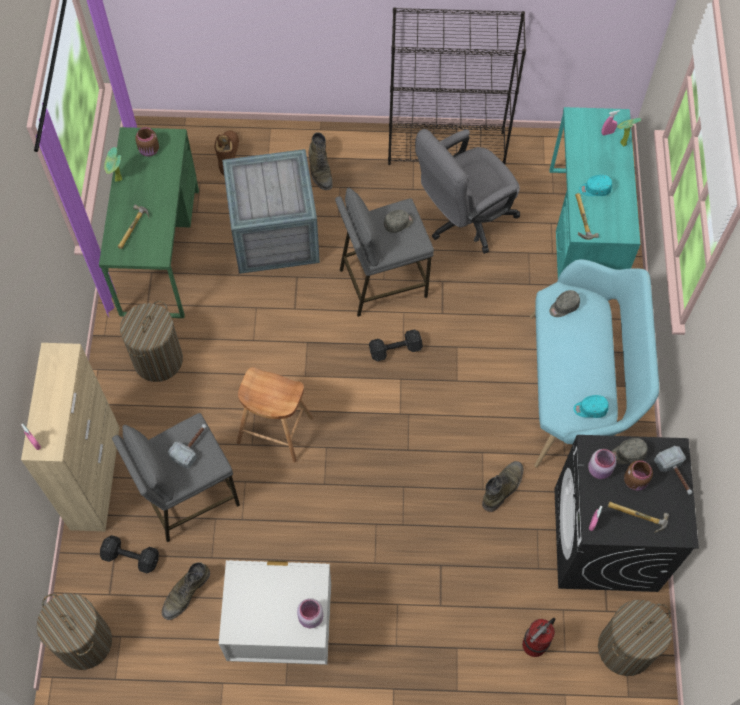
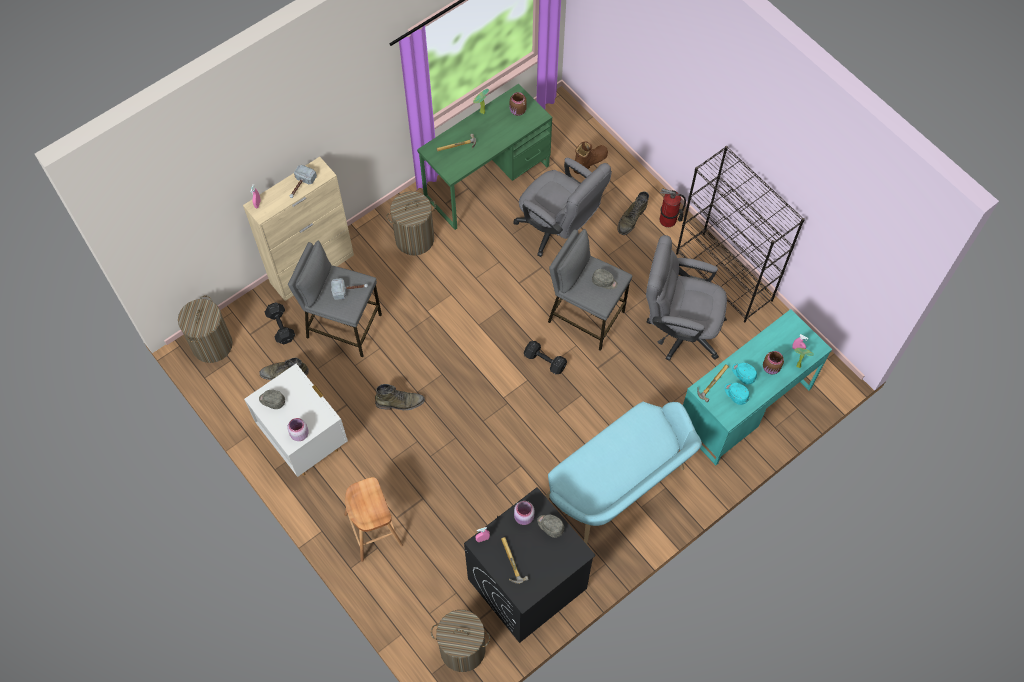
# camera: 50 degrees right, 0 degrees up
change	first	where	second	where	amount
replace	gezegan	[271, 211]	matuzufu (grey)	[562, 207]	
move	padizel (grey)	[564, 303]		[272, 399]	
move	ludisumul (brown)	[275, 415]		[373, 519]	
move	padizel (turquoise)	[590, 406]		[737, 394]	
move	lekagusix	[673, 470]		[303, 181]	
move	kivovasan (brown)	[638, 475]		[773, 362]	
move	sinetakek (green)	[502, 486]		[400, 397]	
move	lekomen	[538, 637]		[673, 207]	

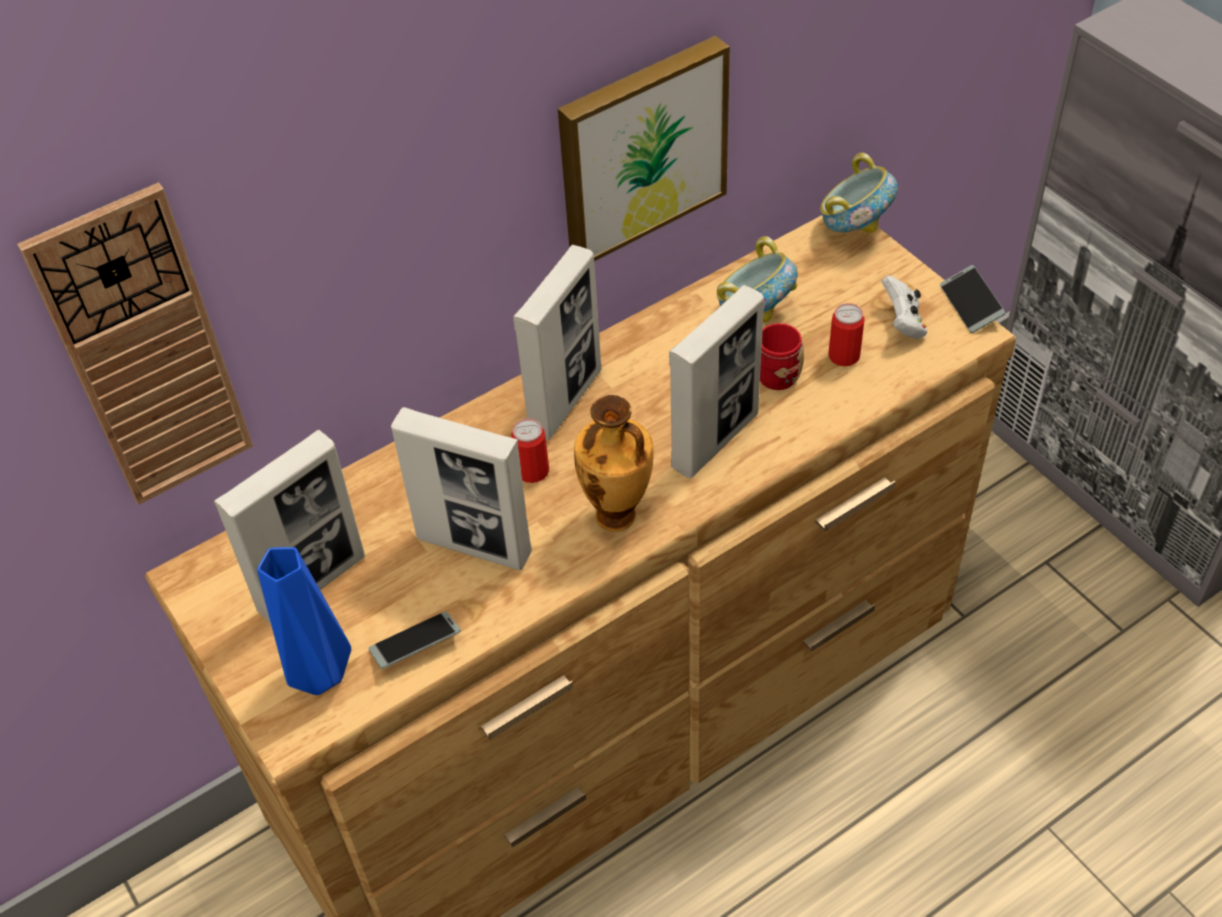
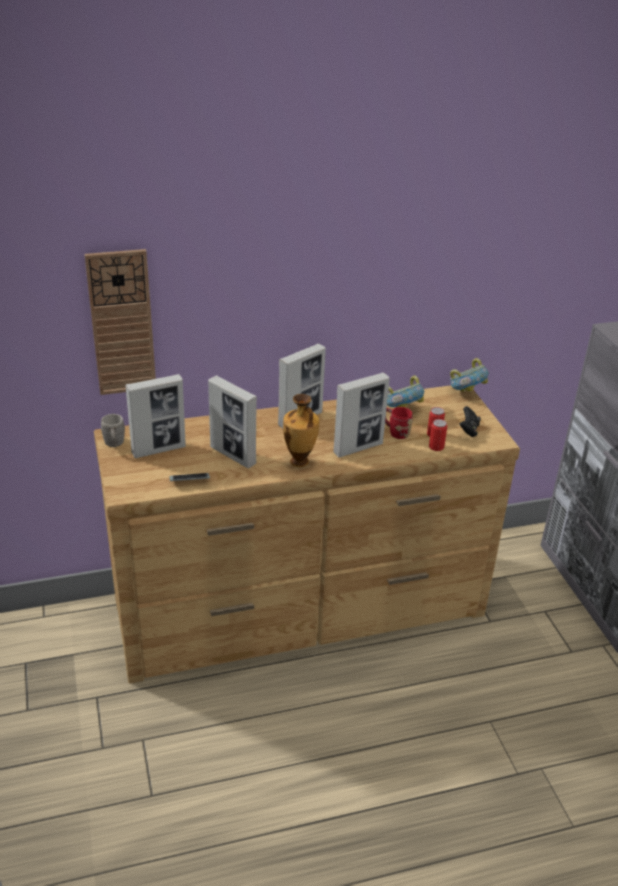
# camera: 15 degrees right, 15 degrees down
change	first	where	second	where	amount
delete	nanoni	[644, 148]			
delete	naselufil	[972, 299]			
recolor	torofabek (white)	[904, 307]	torofabek (black)	[470, 421]	
move	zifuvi	[530, 450]		[438, 435]	
delete	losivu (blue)	[304, 621]			
insert			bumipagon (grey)	[113, 430]	

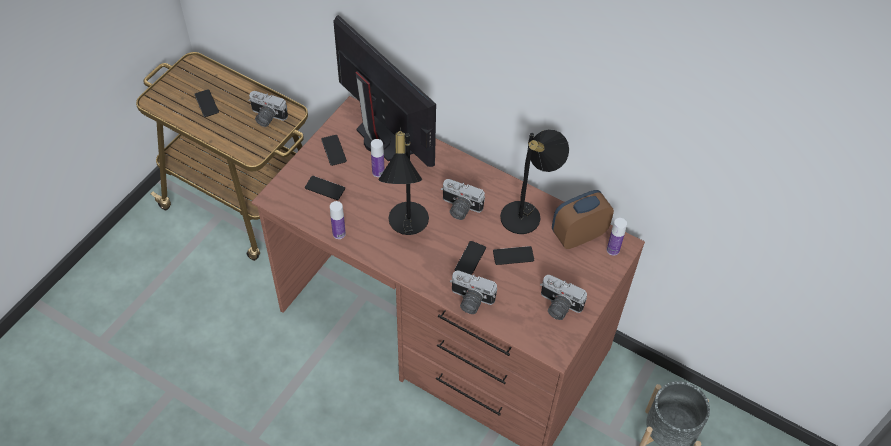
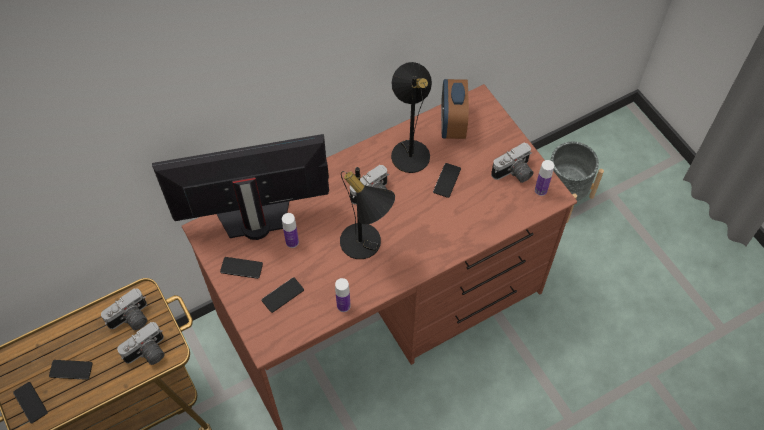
# camera: 60 degrees left, 5 degrees up
change	first	where	second	where	amount
move	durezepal	[617, 237]		[544, 178]	
move	naselufil	[470, 258]		[30, 402]	
move	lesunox	[473, 292]		[141, 343]	

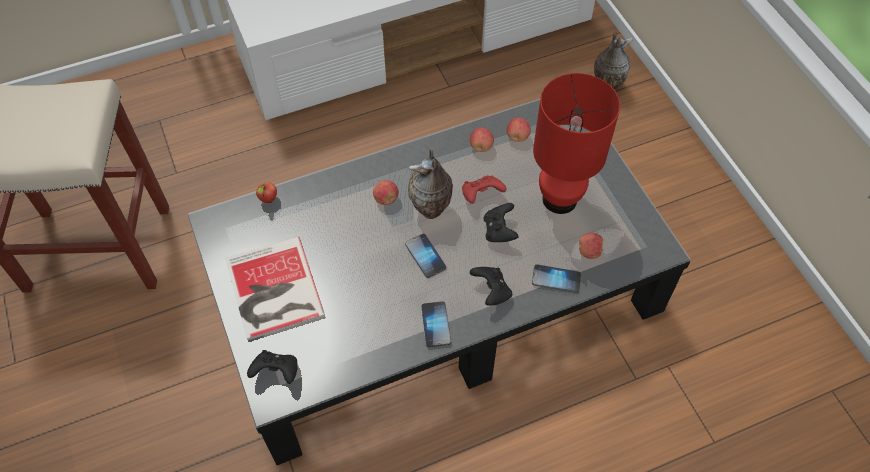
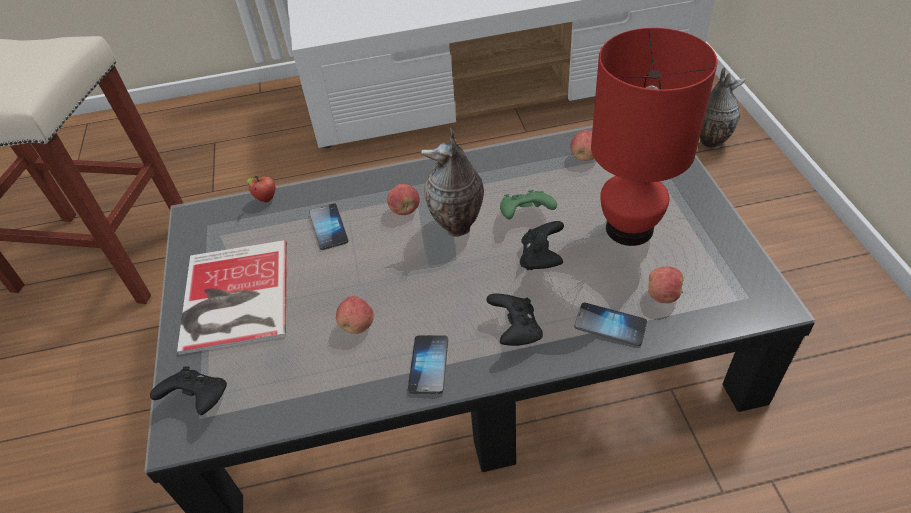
# camera: 15 degrees right, 10 degrees down
change	first	where	second	where	amount
move	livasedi	[482, 139]		[355, 315]	
recolor	torofabek (red)	[484, 189]	torofabek (green)	[528, 204]	
move	naselufil	[425, 256]		[329, 226]	

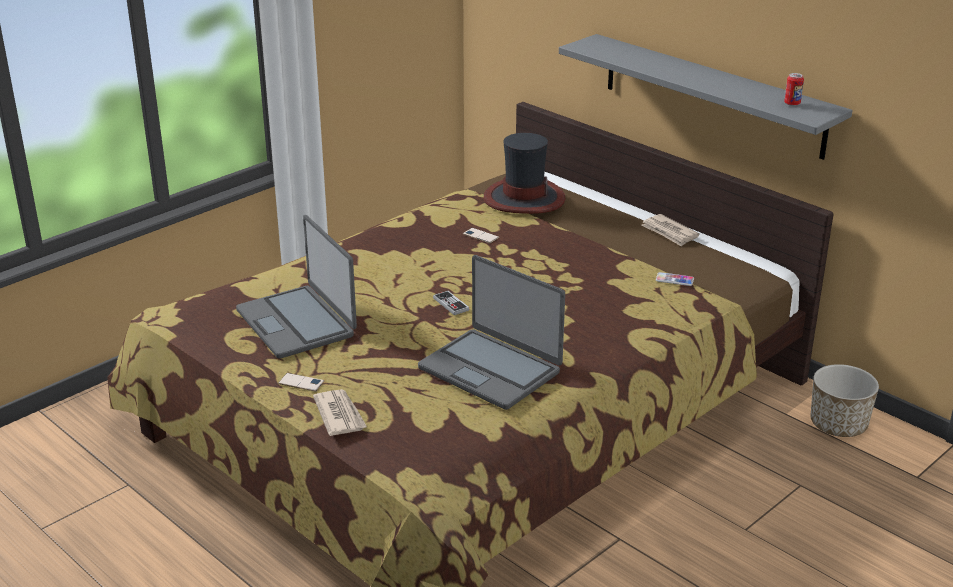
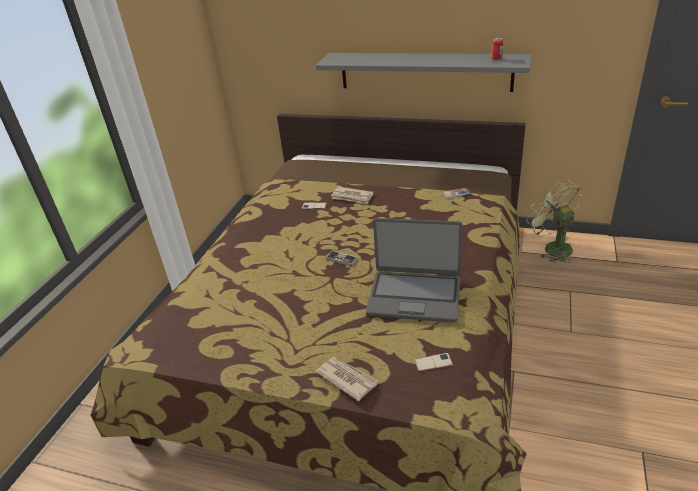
# camera: 25 degrees left, 5 degrees up
change	first	where	second	where	amount
delete	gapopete	[524, 173]			
move	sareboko	[670, 230]		[352, 196]	
delete	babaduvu	[296, 287]			
replace	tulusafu	[845, 400]	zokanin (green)	[554, 222]	
move	naselufil	[301, 382]		[433, 362]	

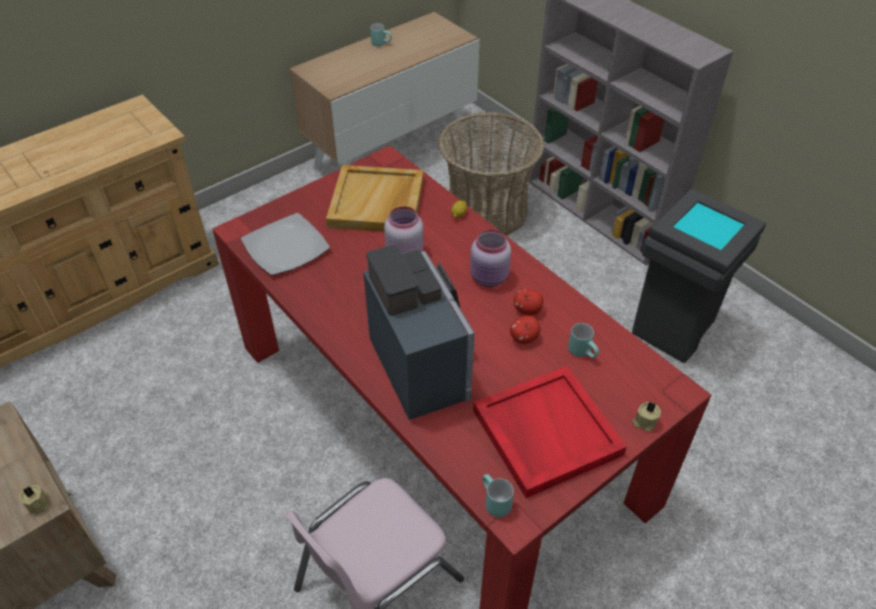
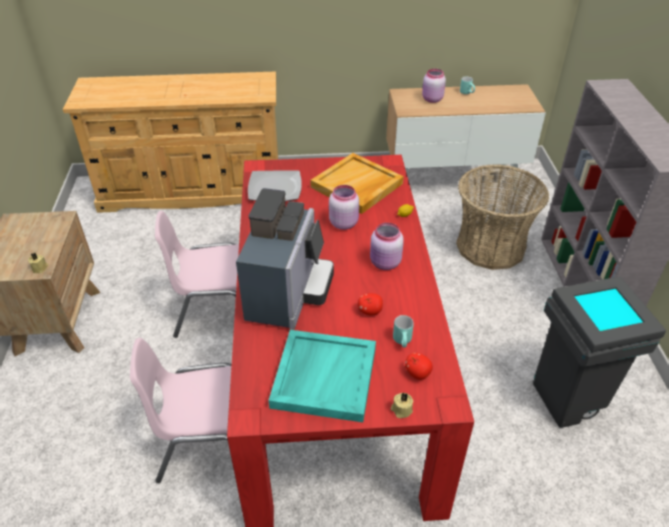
# camera: 35 degrees right, 5 degrees down
change	first	where	second	where	amount
move	livasedi	[528, 302]		[419, 366]	
recolor	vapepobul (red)	[550, 432]	vapepobul (turquoise)	[322, 376]	
delete	bumipagon (turquoise)	[498, 495]			
insert			kivovasan (pink)	[434, 86]	
insert			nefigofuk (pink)	[197, 274]	

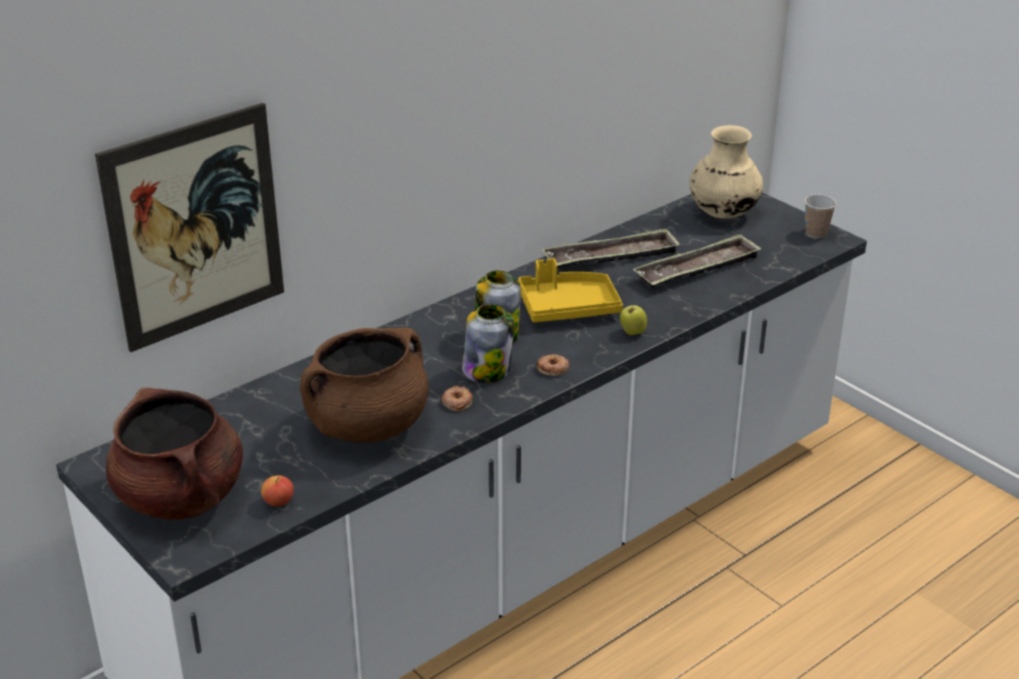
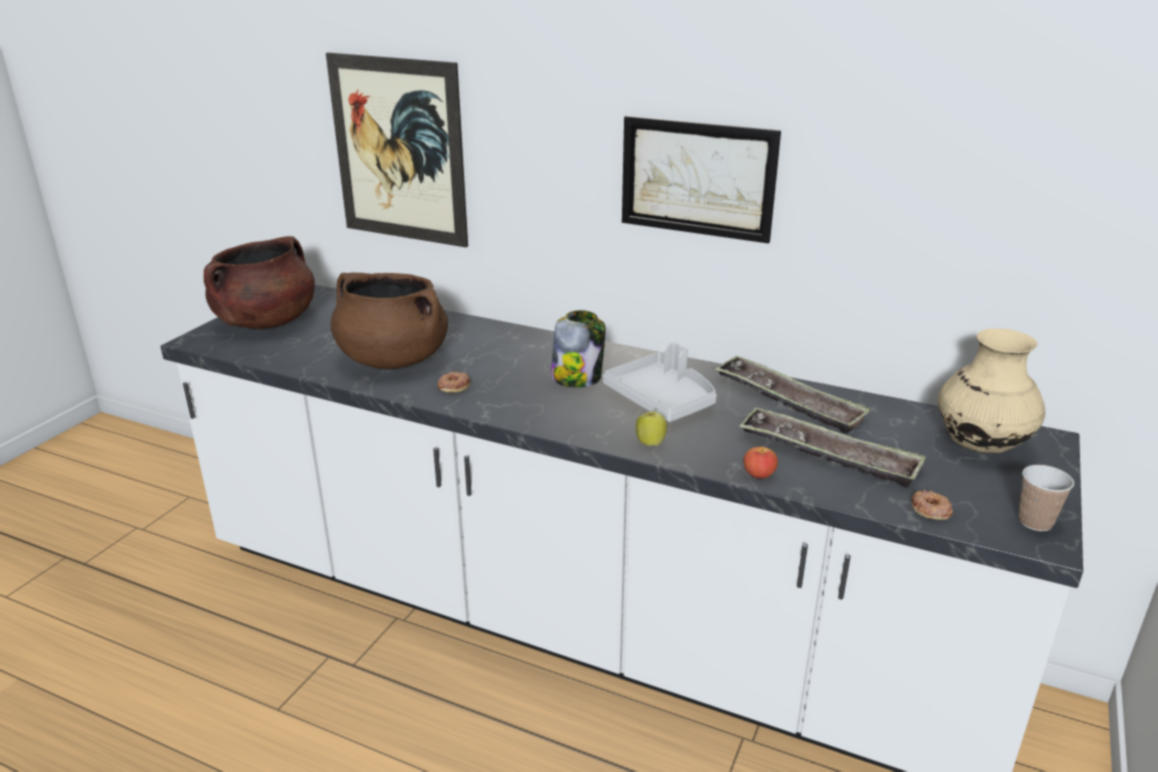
# camera: 65 degrees right, 5 degrees down
change	first	where	second	where	amount
recolor	vapepobul (yellow)	[570, 290]	vapepobul (grey)	[660, 382]	
delete	kivovasan	[488, 343]			
move	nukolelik	[553, 365]		[932, 505]	
move	livasedi	[277, 491]		[761, 463]	
insert			nanoni	[701, 179]	

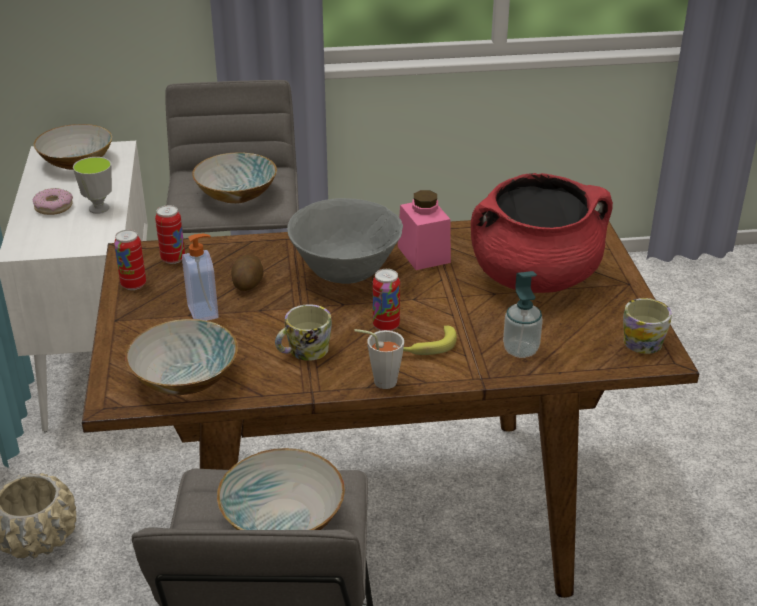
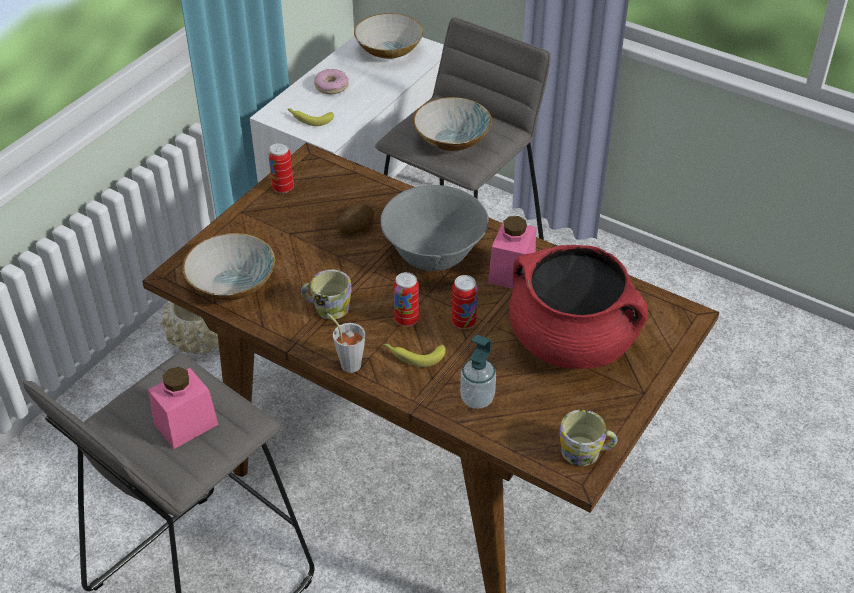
# camera: 40 degrees right, 10 degrees up
change	first	where	second	where	amount
delete	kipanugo	[92, 185]			
move	zifuvi	[170, 234]		[465, 302]	
delete	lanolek	[200, 277]			
replace	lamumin	[281, 489]	kivovasan (pink)	[183, 408]	
insert			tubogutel	[311, 117]	

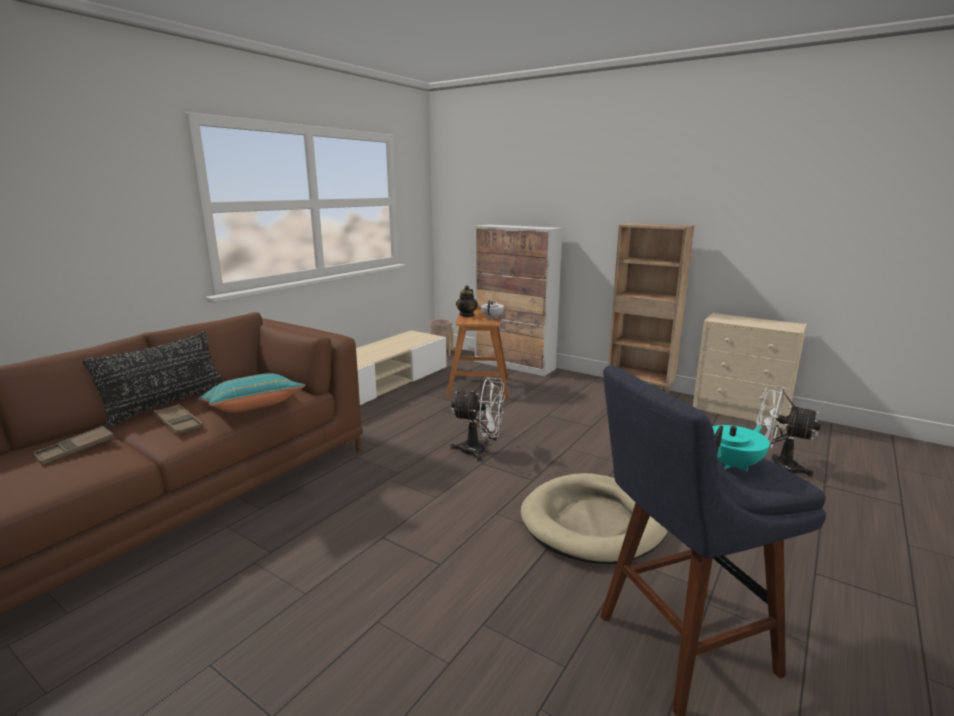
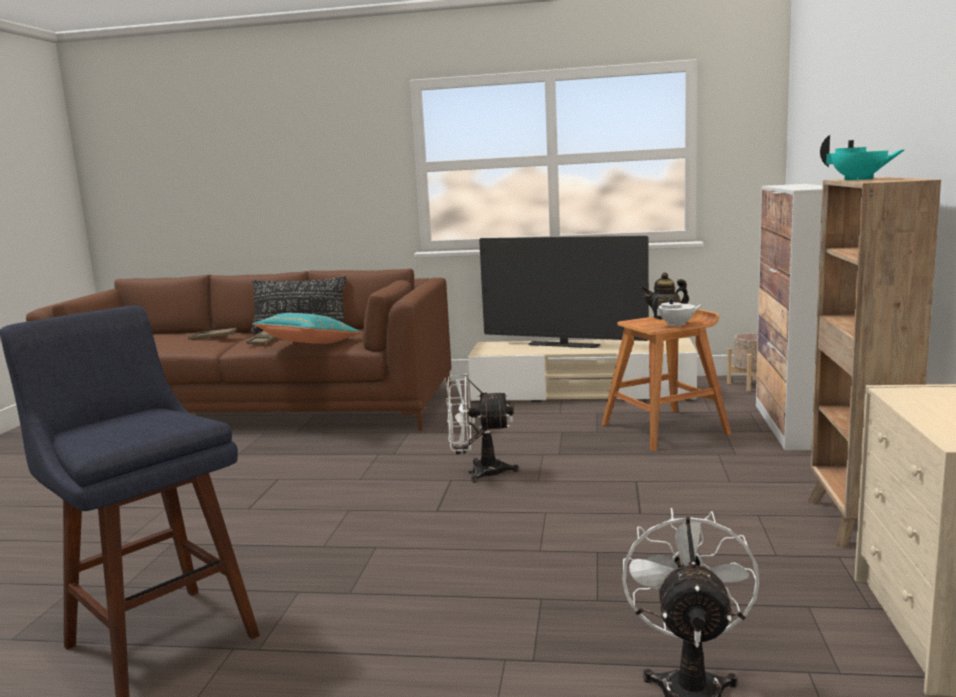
# camera: 65 degrees right, 5 degrees down
change	first	where	second	where	amount
rotate	zokanin (white)	[477, 419]		[482, 428]	105 degrees clockwise
move	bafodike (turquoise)	[741, 448]		[862, 157]	
delete	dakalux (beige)	[594, 518]			
insert			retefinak	[564, 292]	

